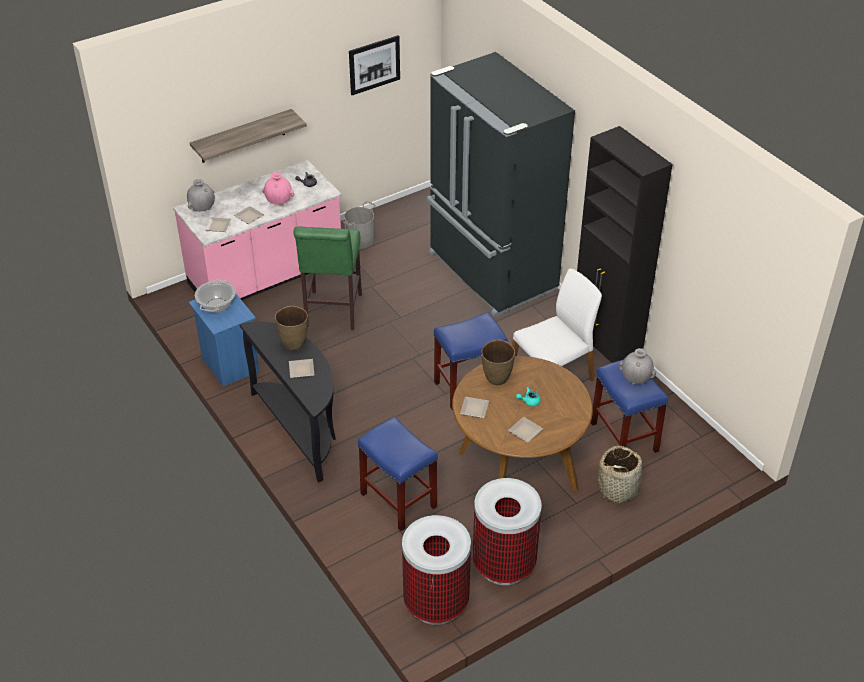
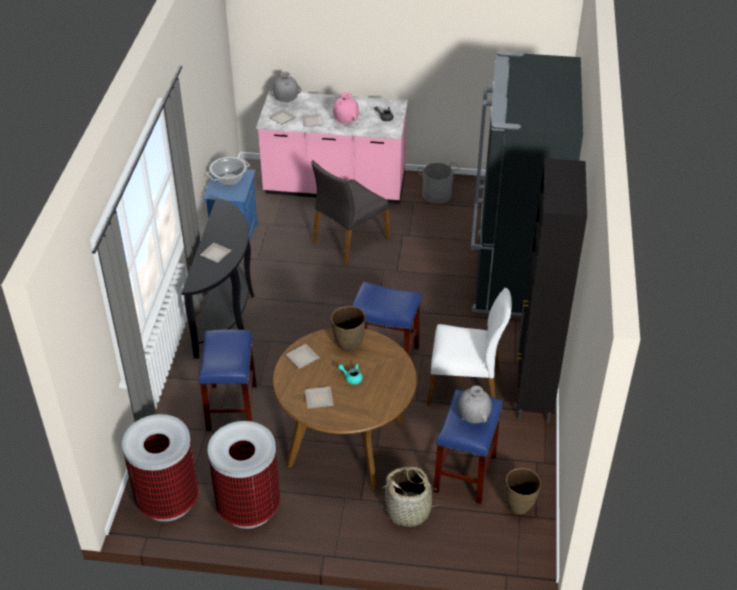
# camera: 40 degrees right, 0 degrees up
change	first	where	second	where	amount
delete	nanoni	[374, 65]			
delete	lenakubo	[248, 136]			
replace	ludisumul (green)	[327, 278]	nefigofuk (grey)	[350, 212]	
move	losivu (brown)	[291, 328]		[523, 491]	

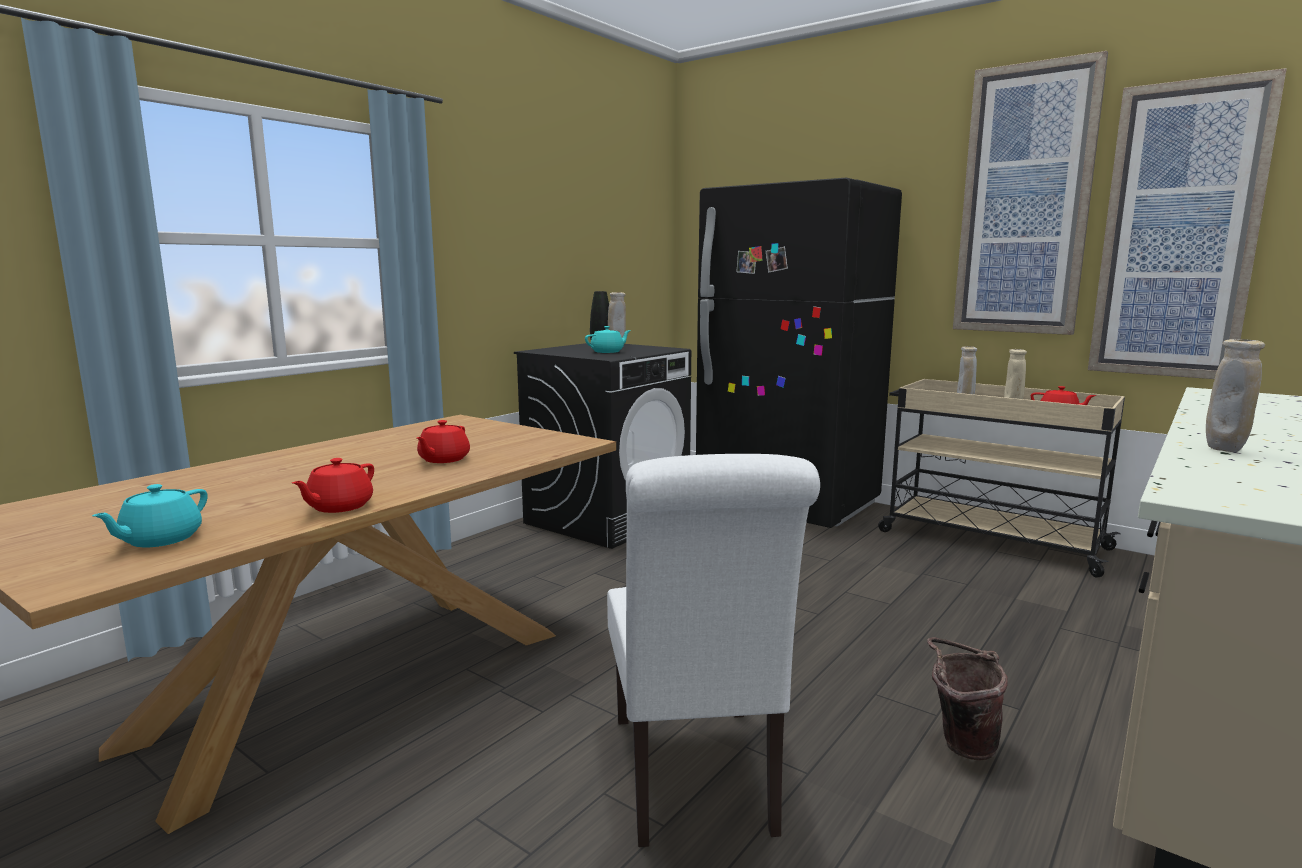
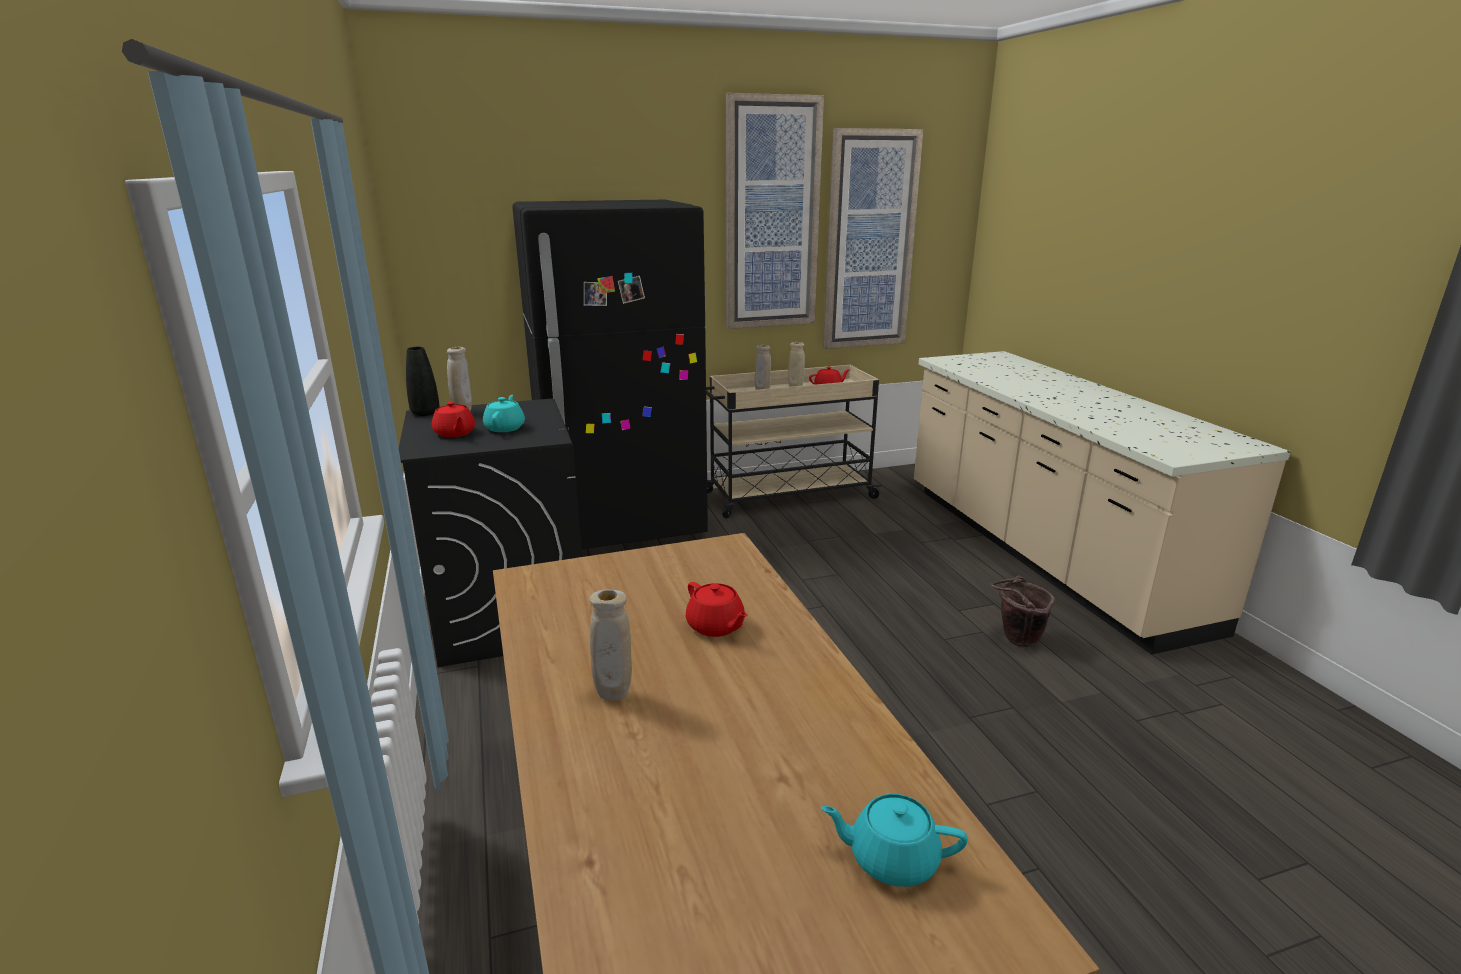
# camera: 55 degrees left, 10 degrees up
change	first	where	second	where	amount
move	losivu (beige)	[1235, 395]		[611, 645]	
delete	nefigofuk (white)	[713, 650]			
move	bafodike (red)	[333, 485]		[453, 419]	
rotate	bafodike (turquoise)	[149, 515]		[894, 840]	135 degrees clockwise

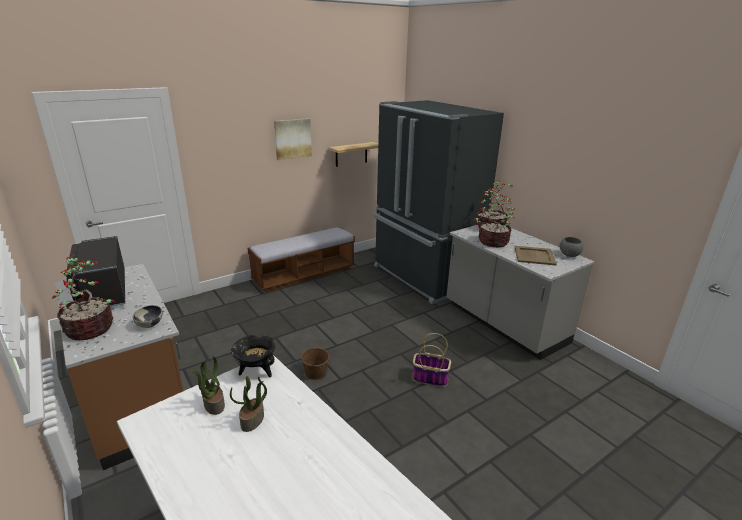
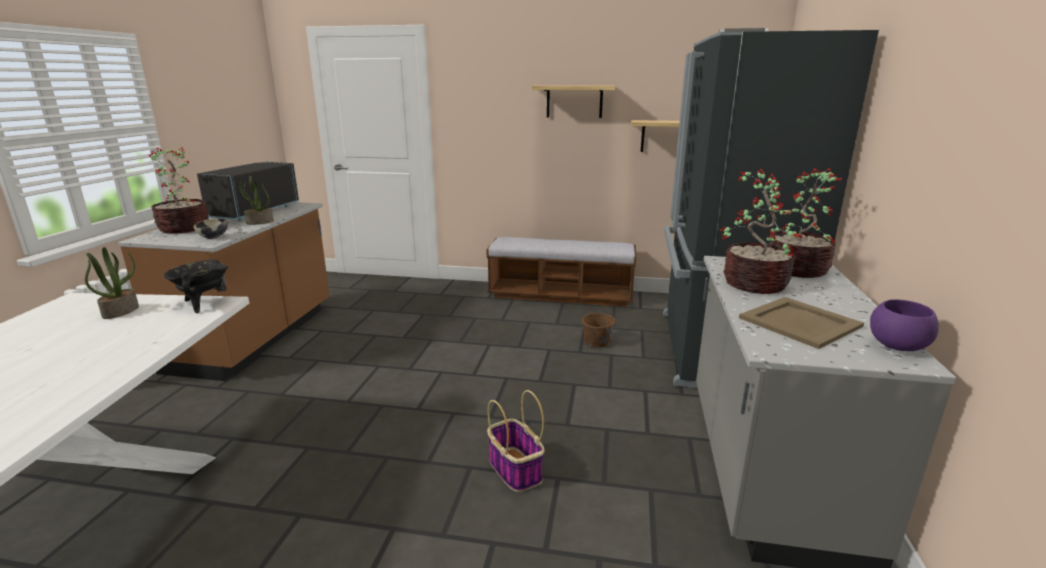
# camera: 45 degrees right, 5 degrees down
change	first	where	second	where	amount
replace	nanoni	[293, 139]	lenakubo	[573, 101]	
recolor	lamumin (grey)	[571, 247]	lamumin (purple)	[904, 325]	
move	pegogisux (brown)	[315, 362]		[598, 325]	
move	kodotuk	[248, 404]		[256, 200]	

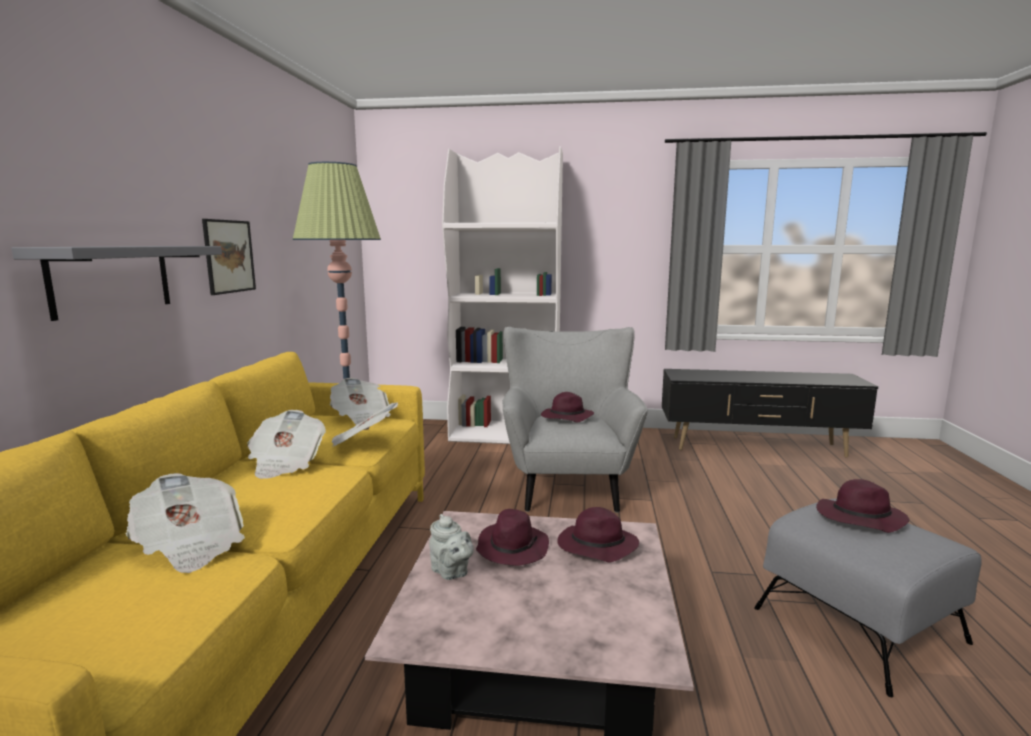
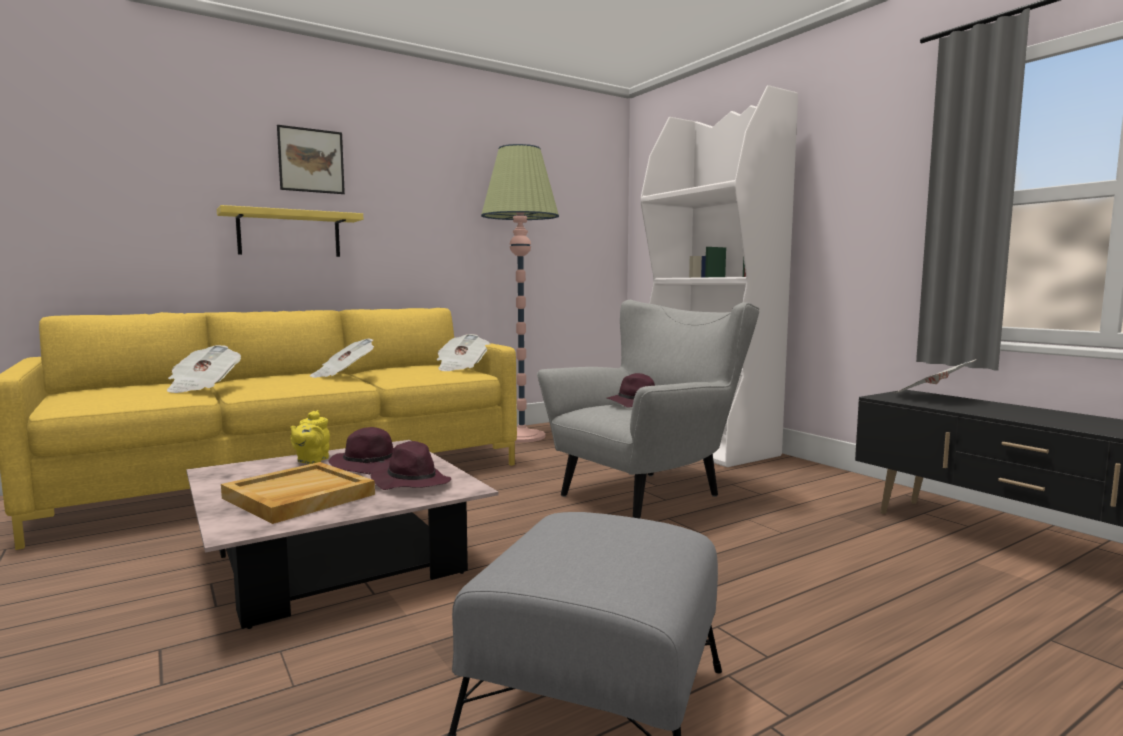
# camera: 50 degrees right, 5 degrees down
change	first	where	second	where	amount
move	nanoni	[229, 257]		[311, 159]	
recolor	lenakubo (grey)	[116, 283]	lenakubo (yellow)	[290, 231]	
move	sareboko	[365, 425]		[935, 376]	
delete	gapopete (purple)	[863, 506]			
recolor	bafodike (grey)	[451, 547]	bafodike (yellow)	[310, 437]	
insert			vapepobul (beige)	[298, 493]	

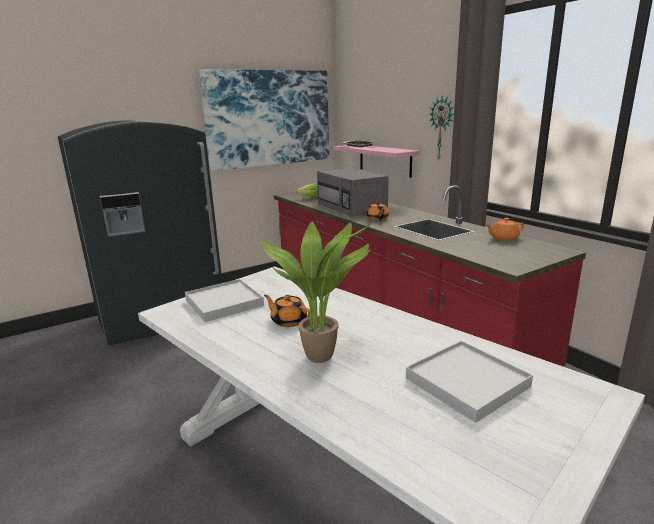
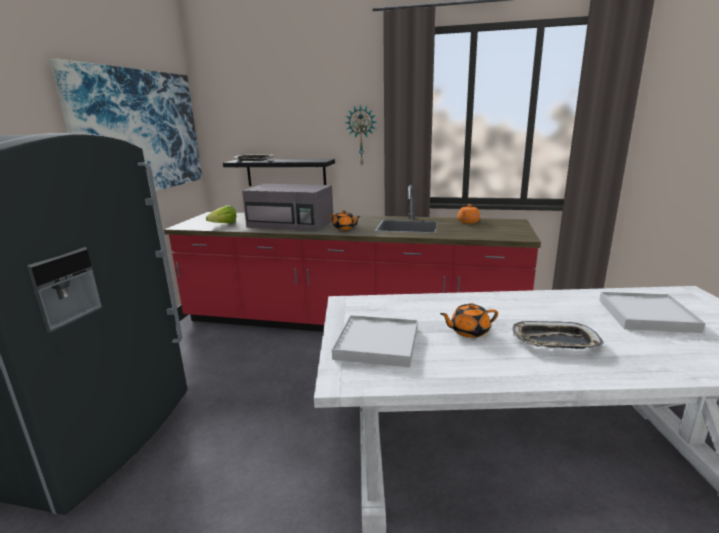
# camera: 45 degrees left, 0 degrees up
change	first	where	second	where	amount
recolor	lenakubo (pink)	[377, 161]	lenakubo (black)	[279, 172]	
replace	kodotuk	[316, 292]	vapepobul	[558, 335]	

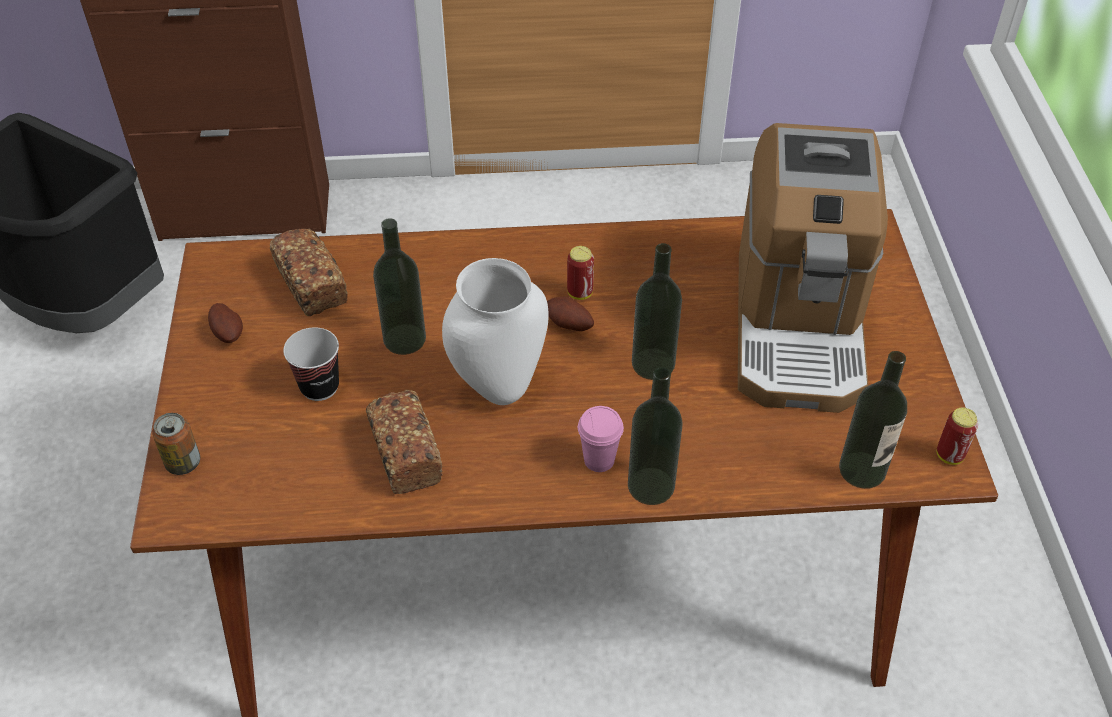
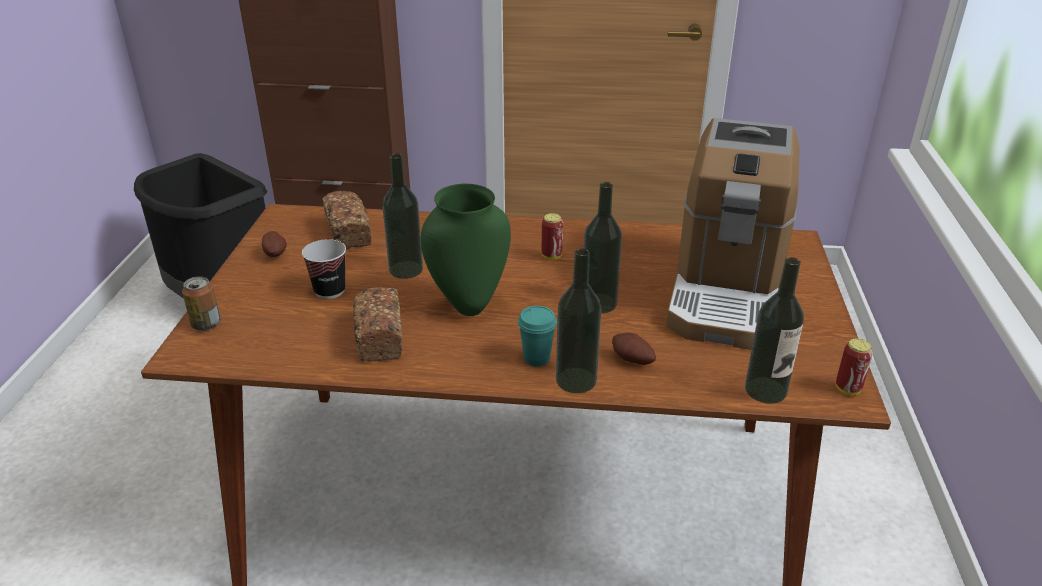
# camera: 10 degrees right, 15 degrees down
change	first	where	second	where	amount
recolor	losivu (white)	[495, 331]	losivu (green)	[466, 250]	
move	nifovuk	[570, 314]		[634, 348]	
recolor	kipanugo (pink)	[601, 439]	kipanugo (turquoise)	[537, 336]	

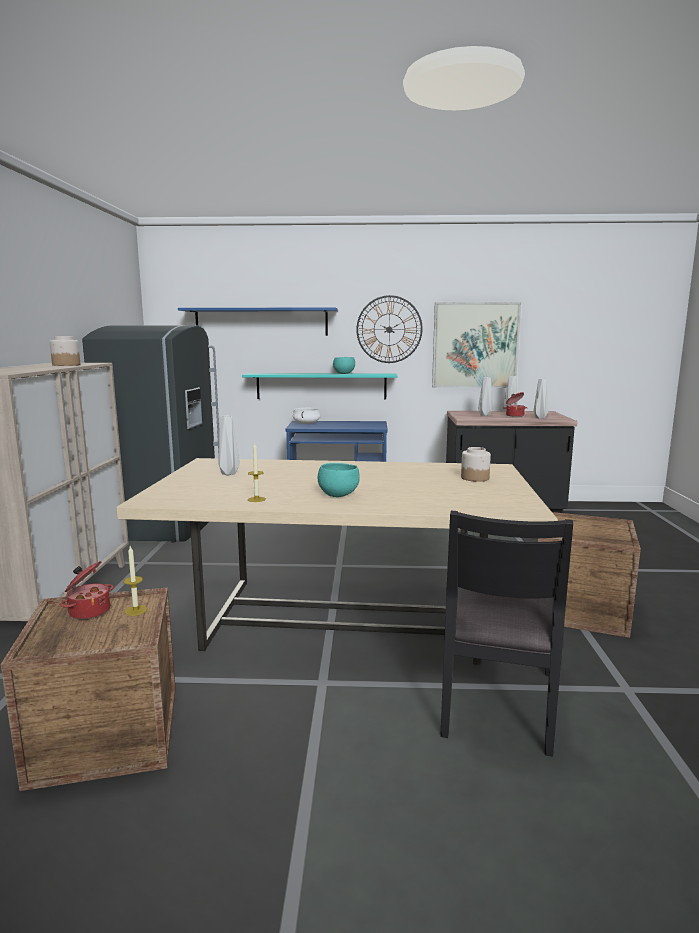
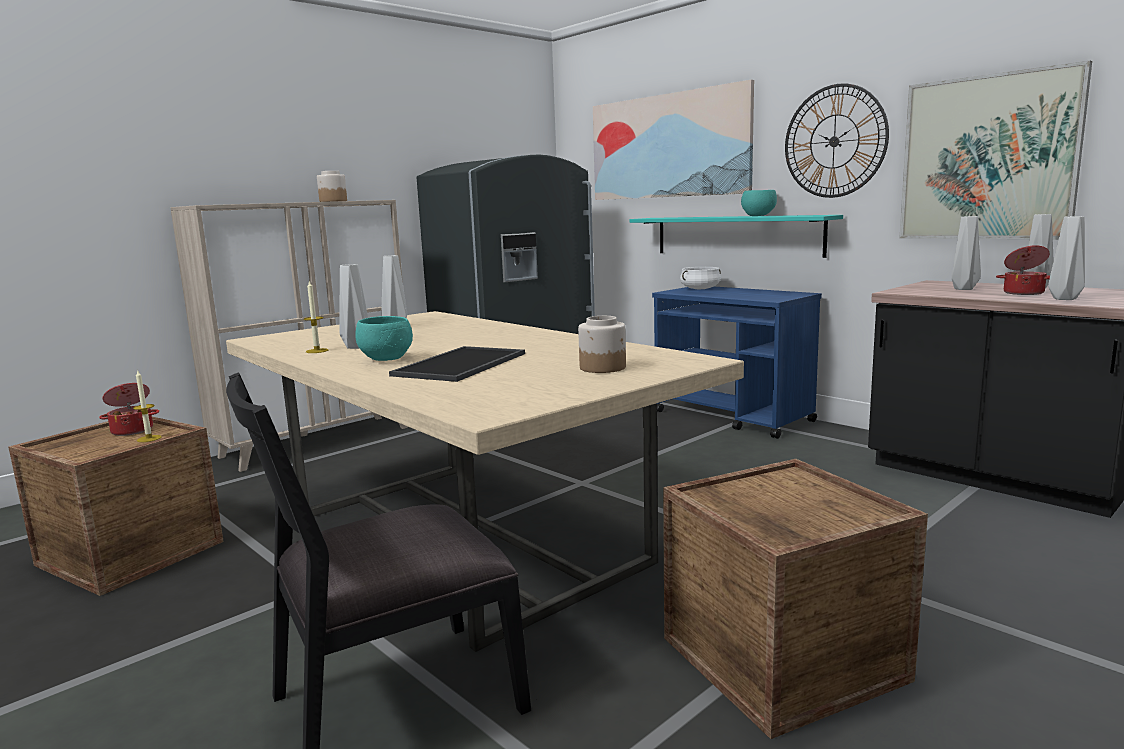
# camera: 45 degrees right, 0 degrees up
change	first	where	second	where	amount
replace	lenakubo (blue)	[258, 322]	nanoni	[673, 140]	
insert			losivu (grey)	[353, 306]	
insert			vapepobul	[457, 364]	

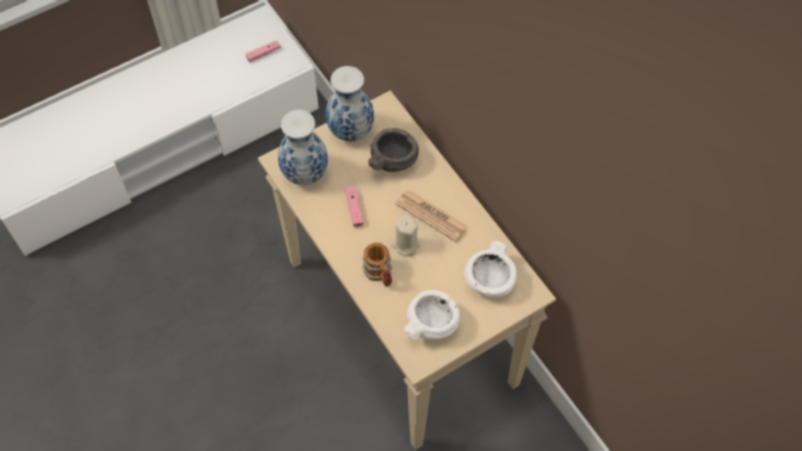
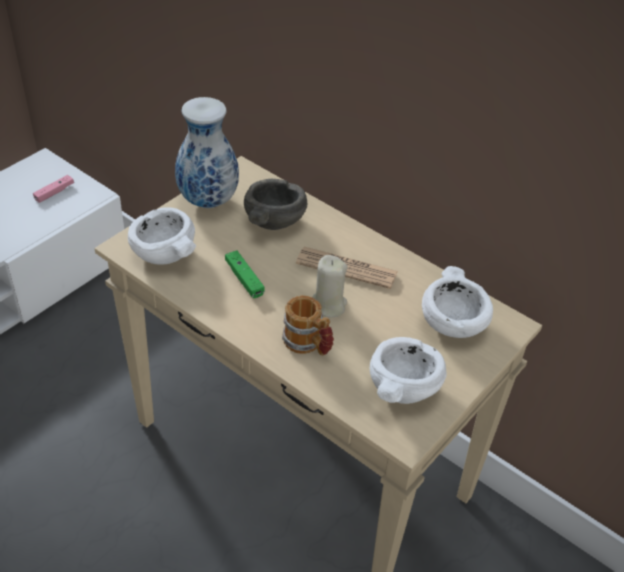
# camera: 20 degrees left, 15 degrees down
change	first	where	second	where	amount
replace	losivu	[303, 147]	lamumin (white)	[162, 236]	
recolor	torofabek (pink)	[354, 206]	torofabek (green)	[245, 274]	

